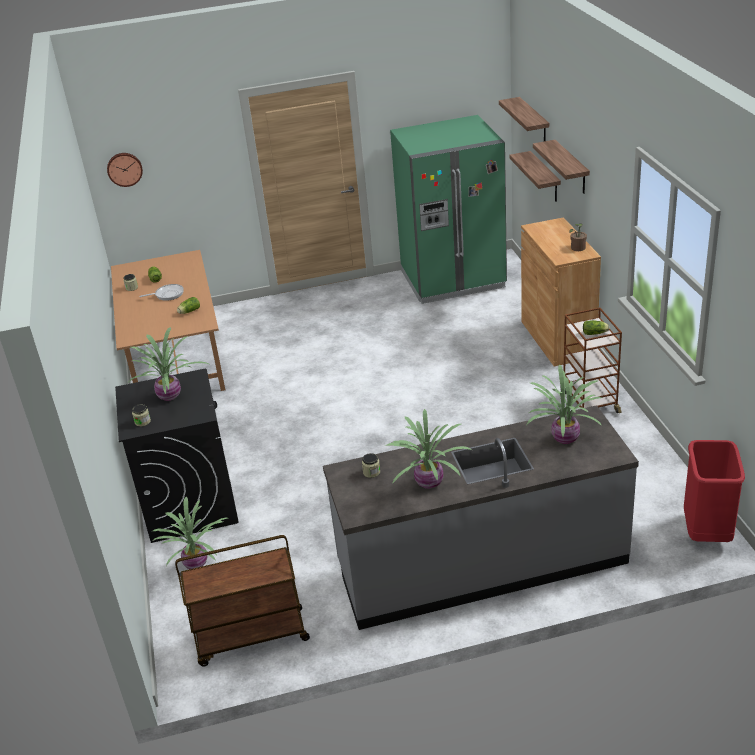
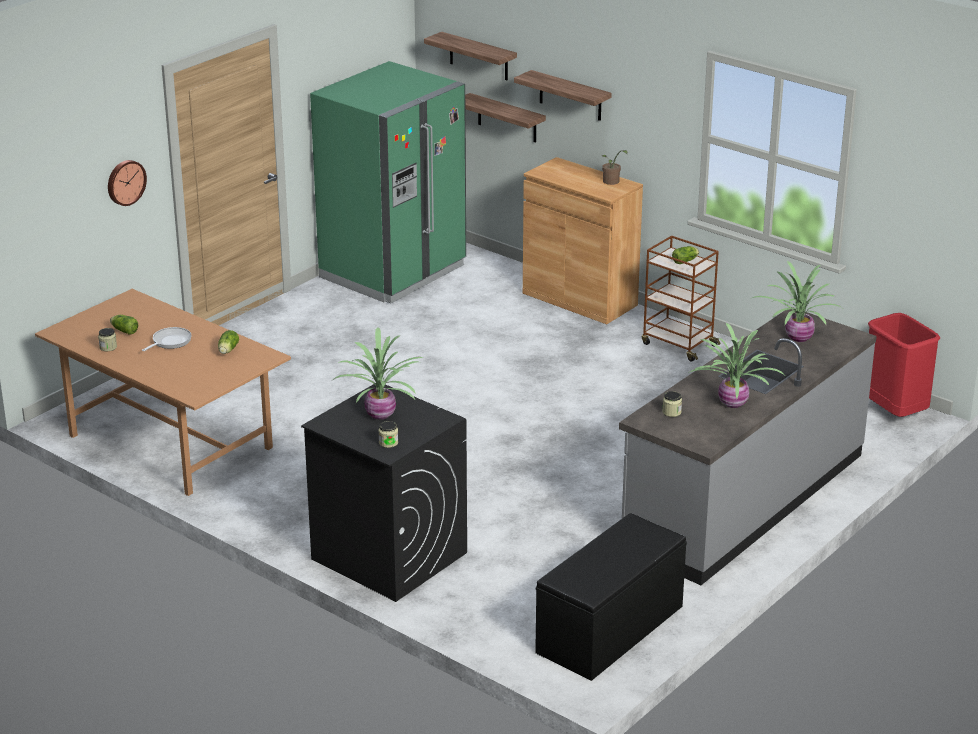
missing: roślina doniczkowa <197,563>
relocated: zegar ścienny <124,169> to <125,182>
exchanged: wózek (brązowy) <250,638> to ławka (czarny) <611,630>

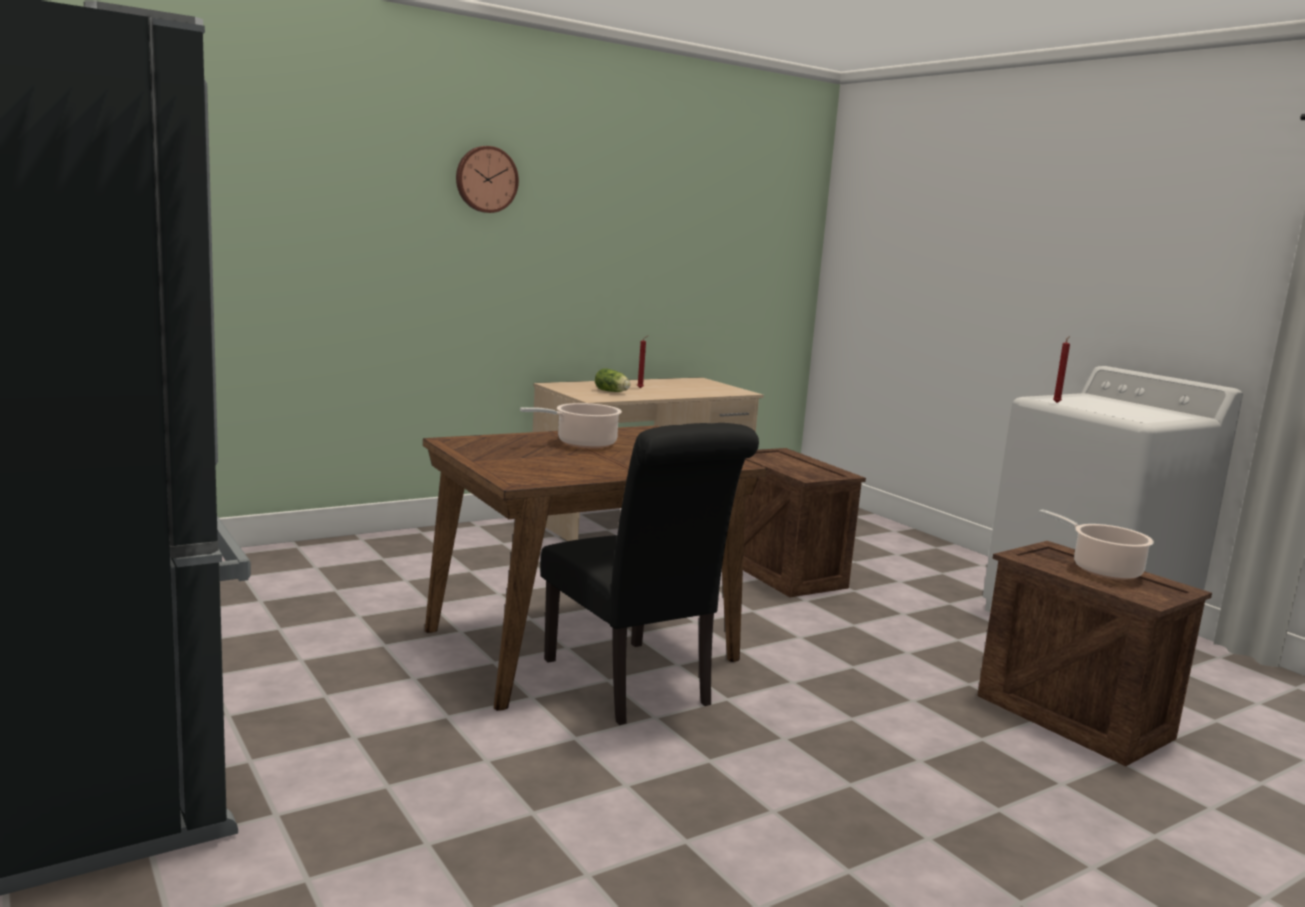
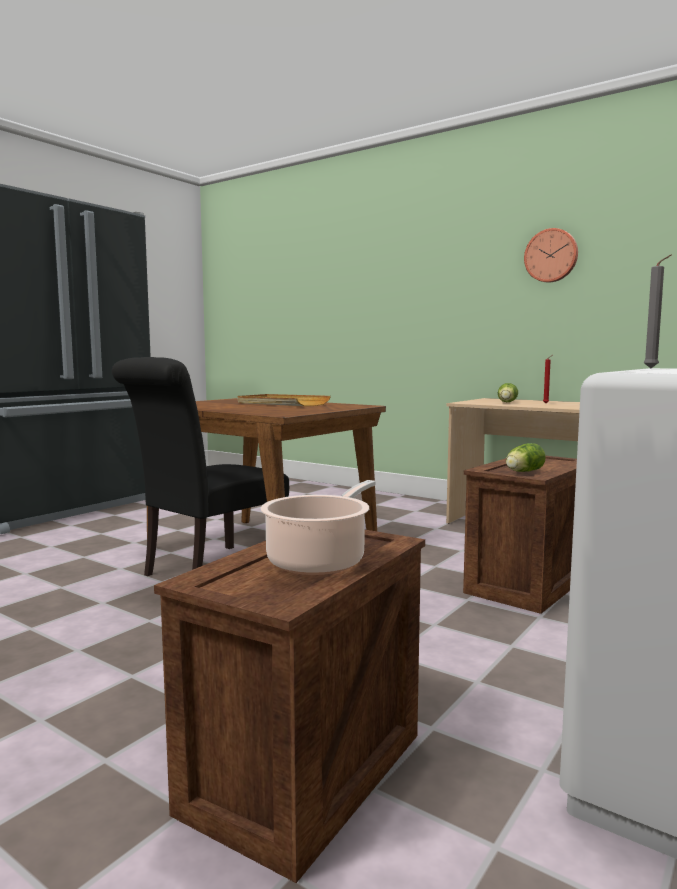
appeared: sałata <522,472>
relocated: zegar ścienny <486,179> to <551,256>
exchanged: garnek <582,443> to taca (beżowy) <282,403>
colour: świeca (czerwony) <1057,403> to świeca (szary) <653,368>

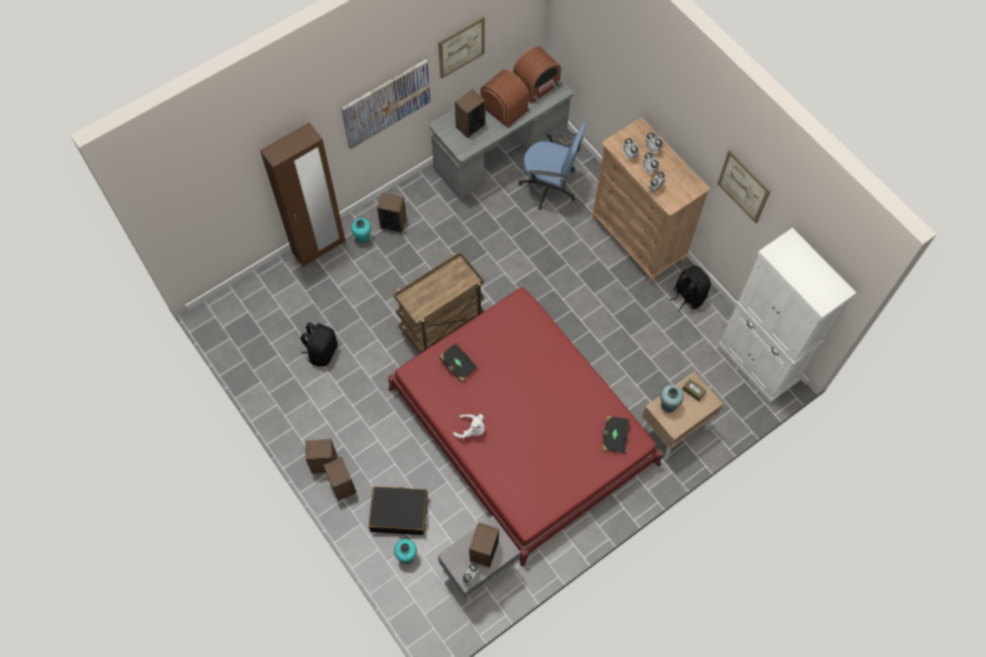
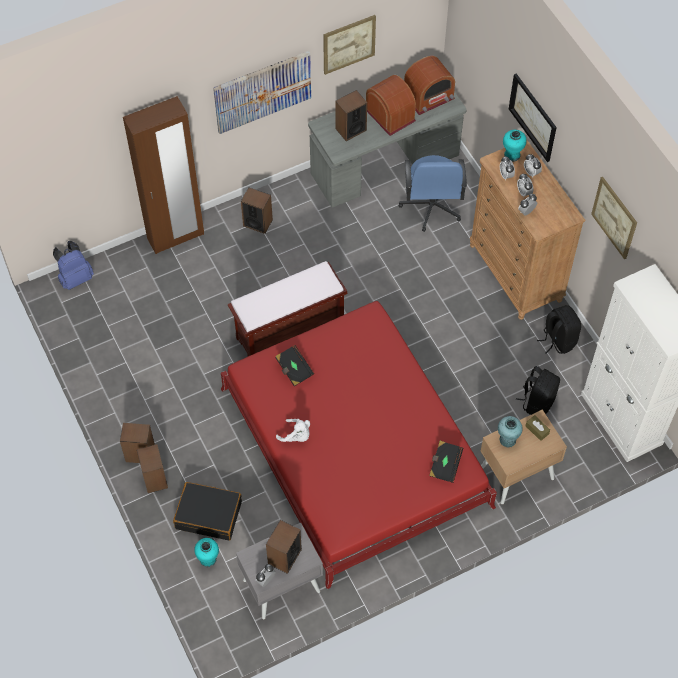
appeared: plecak (niebieski) <75,278>; obraz <533,117>
relocated: wazon (turkusowy) <363,238> to <512,155>; plecak (czarny) <322,352> to <537,402>
exchanged: wózek (brązowy) <442,325> to ławka (brązowy) <289,333>
spun: krzesło biurowe (niebieski) <550,186> = <431,207> 60 degrees clockwise

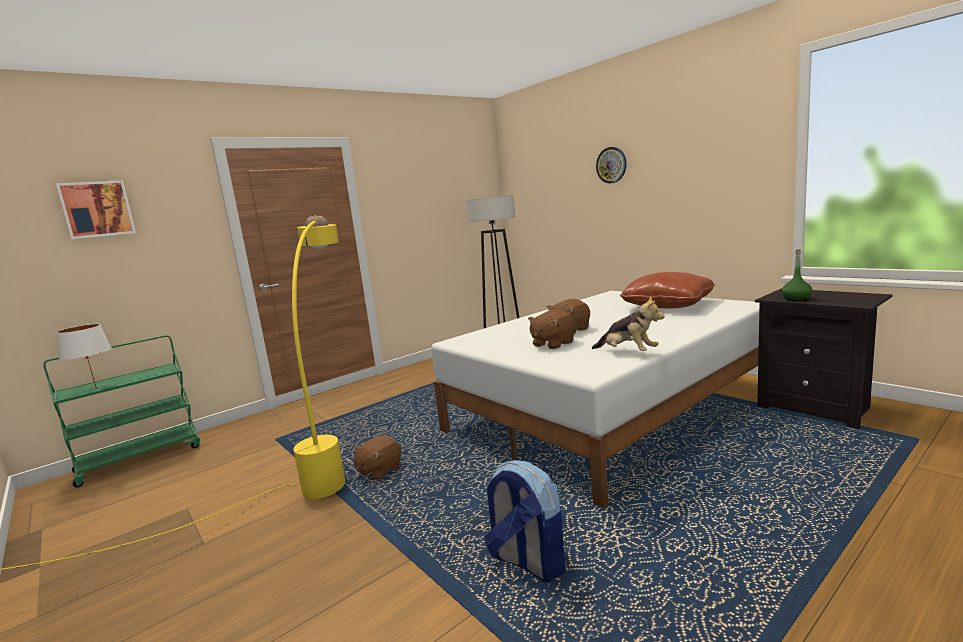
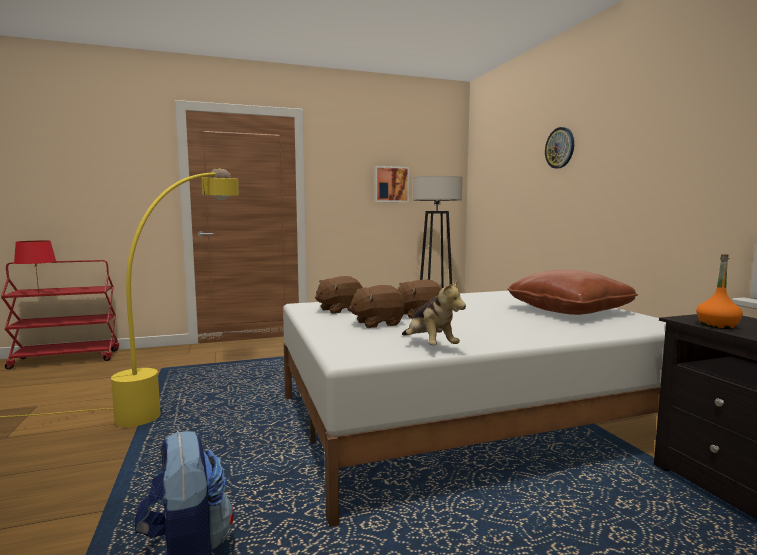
relocated: pluszak (brązowy) <379,471> to <339,310>; obraz <97,209> to <391,184>
colour: wózek (zielony) <140,458> to wózek (czerwony) <67,359>; lampa stołowa (biały) <96,389> to lampa stołowa (czerwony) <38,293>; butelka (zielony) <796,299> to butelka (pomarańczowy) <717,325>

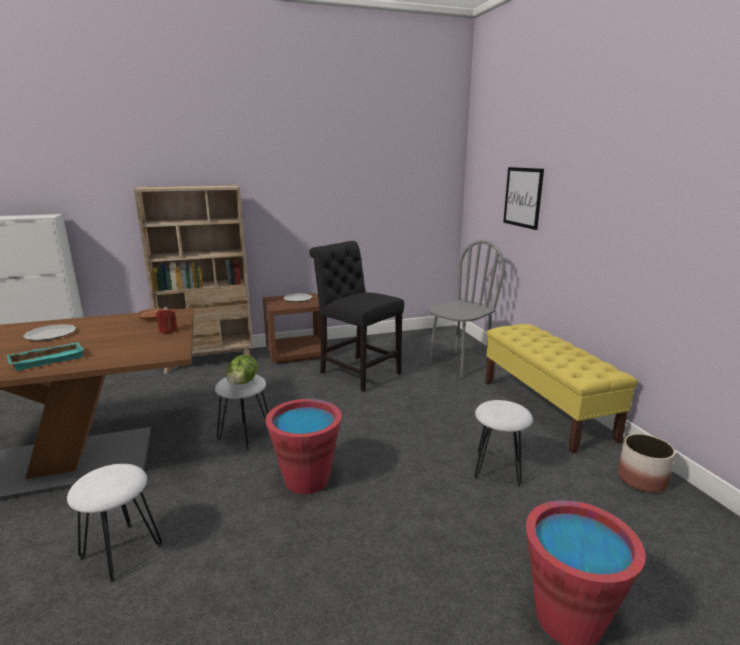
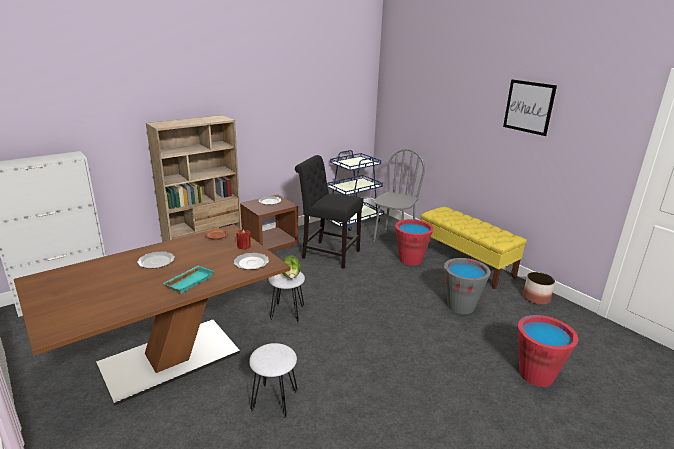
appeared: talerz <251,263>; wózek (niebieski) <353,221>
relocated: wiadro (czerwony) <307,480> to <410,260>; obraz <523,197> to <528,107>
exchanged: stołek (biały) <498,469> to wiadro (szary) <461,306>

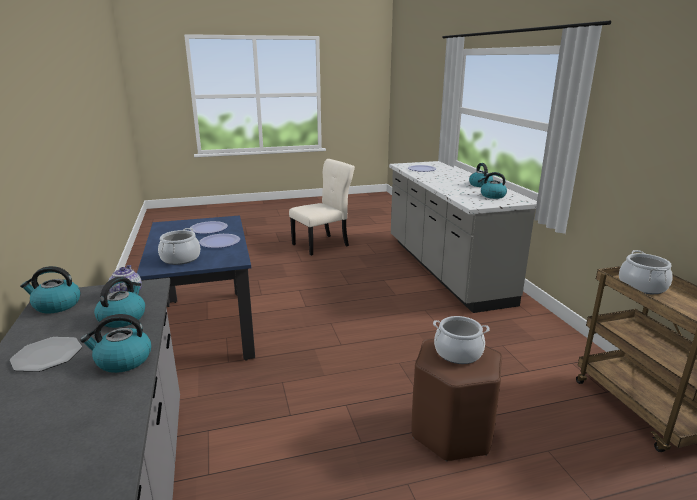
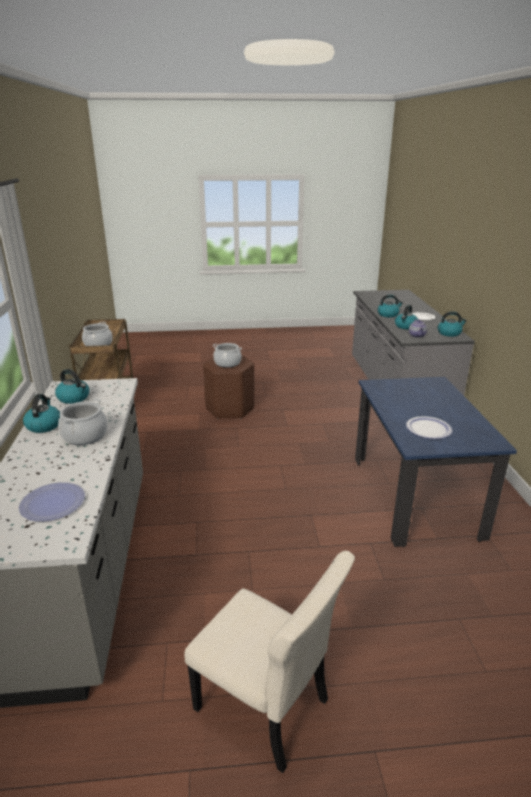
missing: talerz <220,242>
relocated: garnek <181,259> to <84,435>
spun: krzesło (beżowy) <322,245> = <266,708> 120 degrees counterclockwise

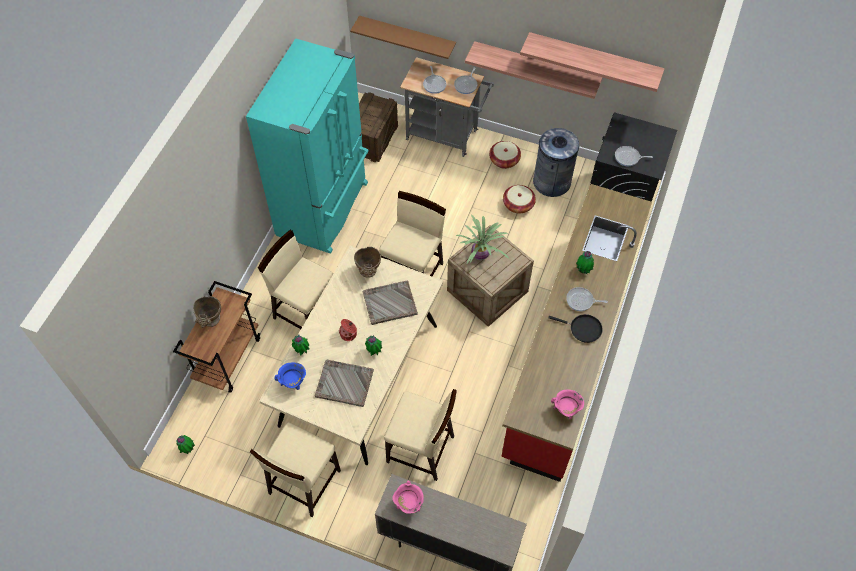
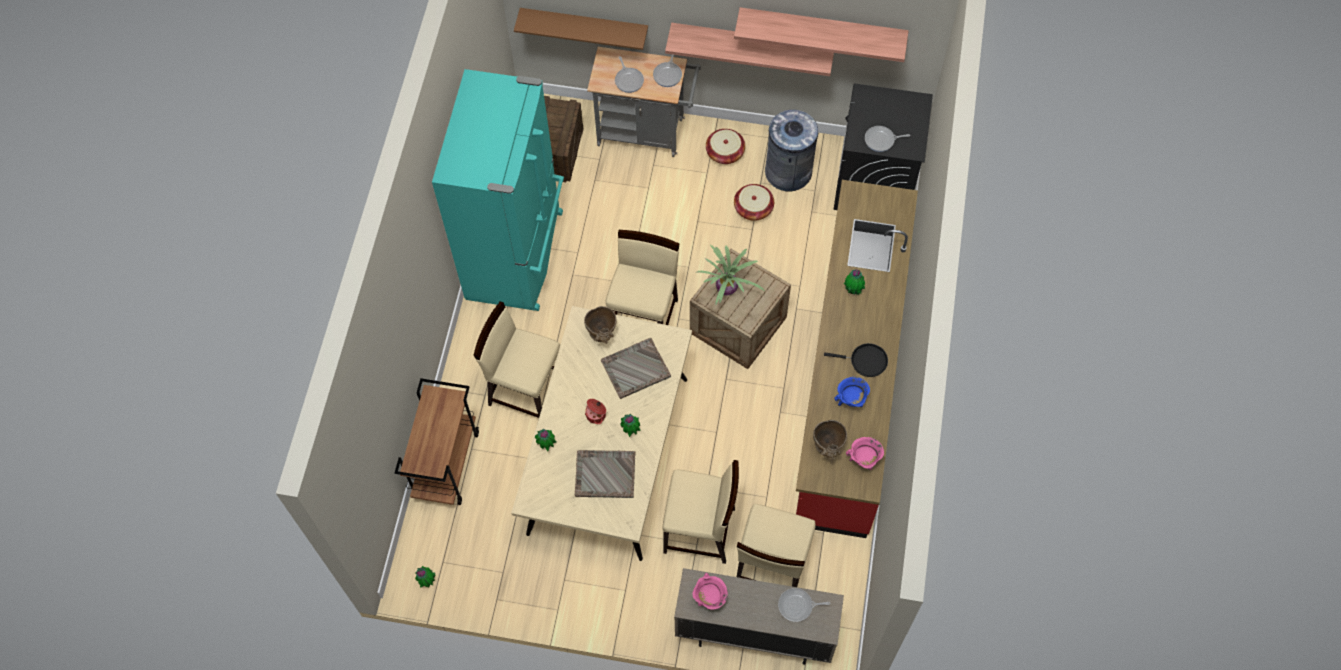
relocated: krzesło (beżowy) <303,482> to <771,567>; patelnia <581,301> to <797,606>; wazon (beżowy) <211,321> to <827,448>; garnek (niebieski) <293,382> to <851,400>

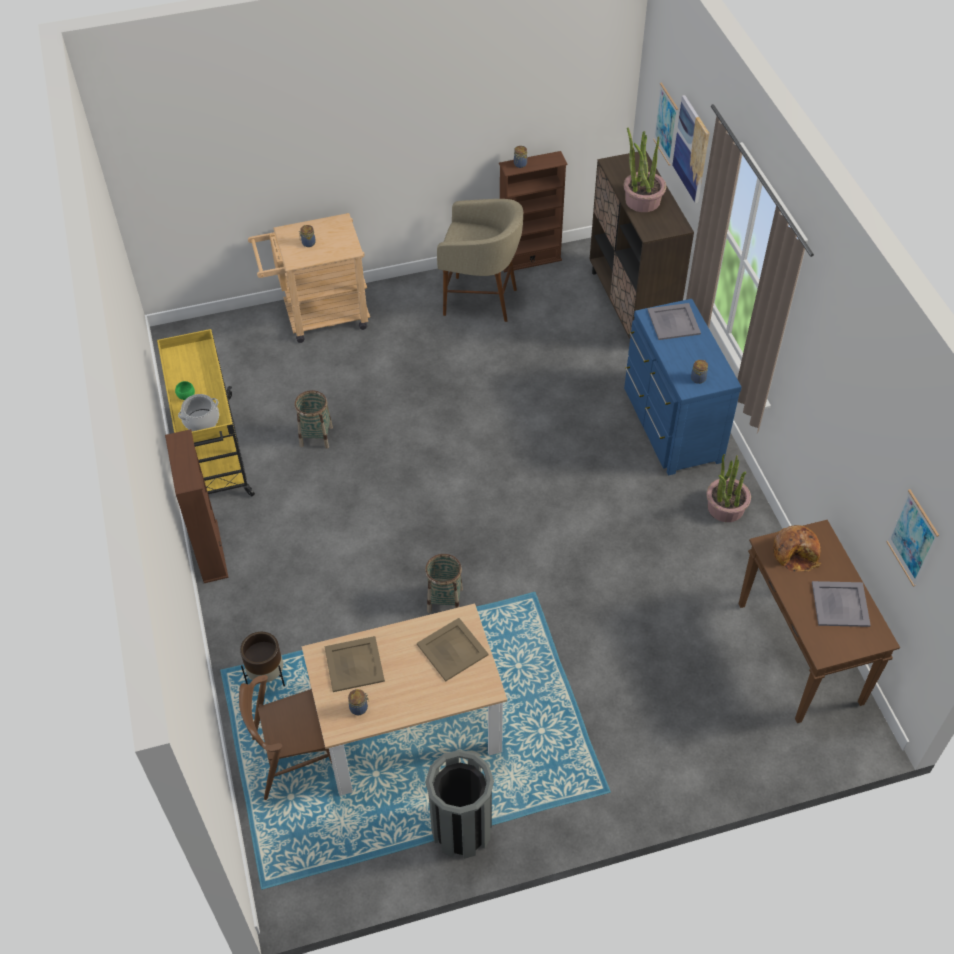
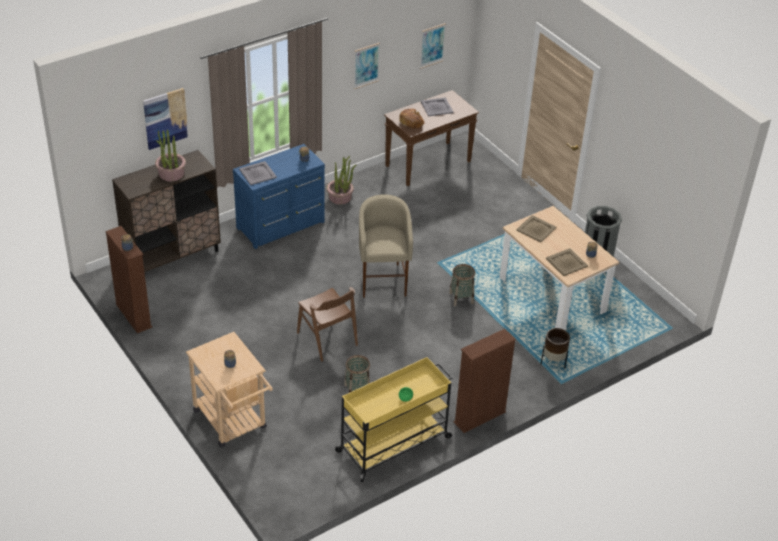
missing: garnek <201,420>
relocated: krzesło (brązowy) <296,758> to <327,339>; obraz <666,124> to <366,65>; stołek (beżowy) <481,301> to <382,280>

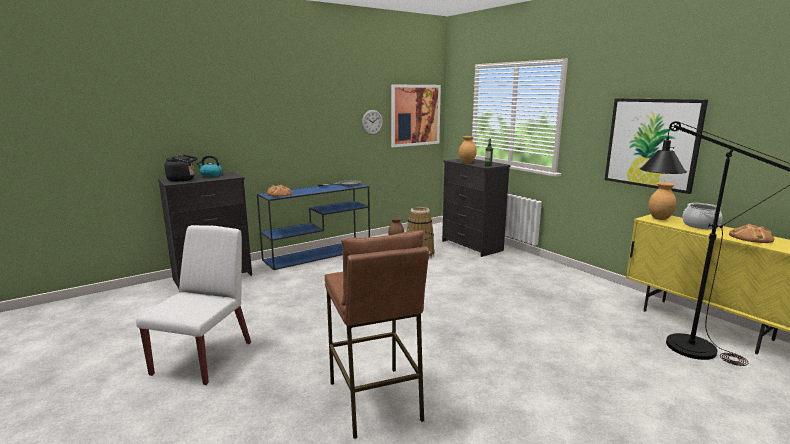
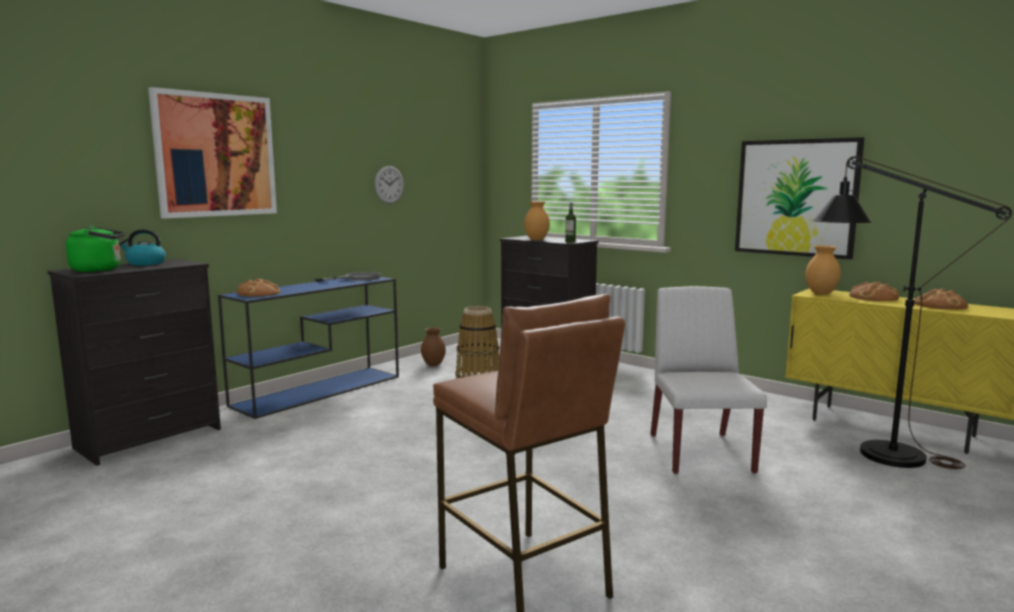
relocated: obraz <415,115> to <216,155>; krzesło (biały) <204,357> to <699,452>
exchanged: garnek <700,225> to chleb <873,297>
colour: czajnik (czarny) <183,180> to czajnik (zielony) <100,270>

